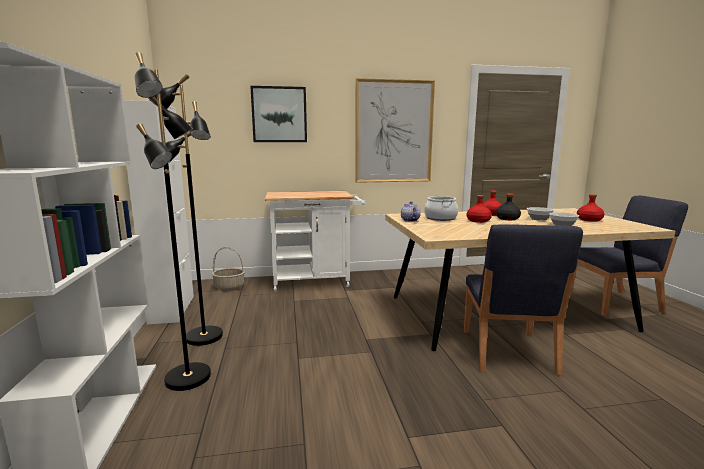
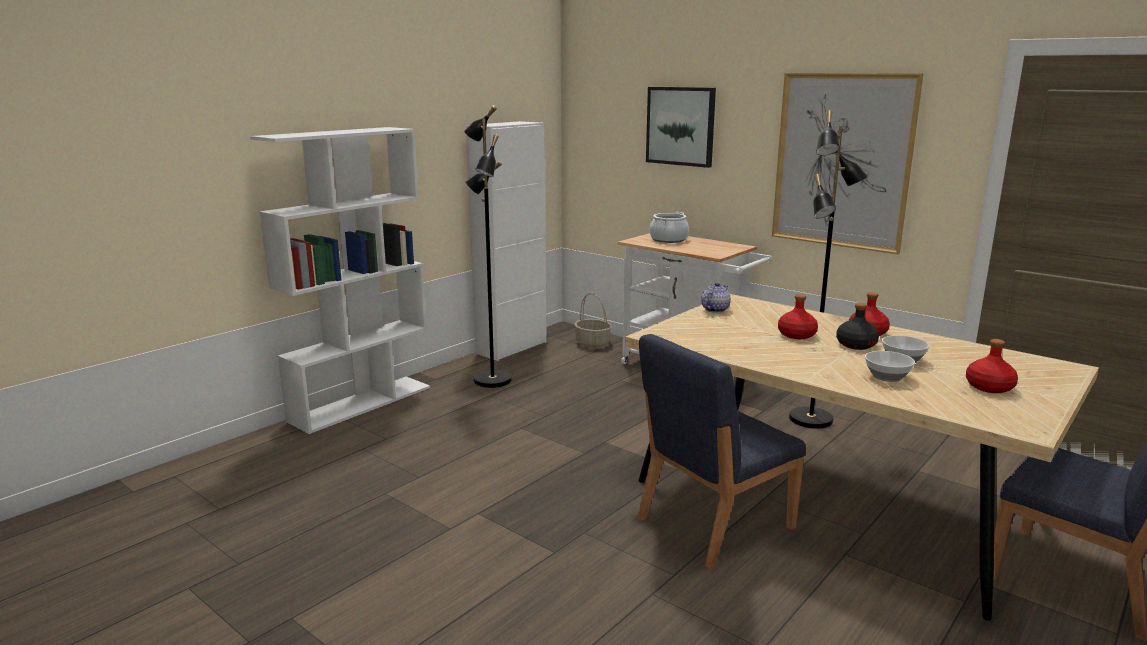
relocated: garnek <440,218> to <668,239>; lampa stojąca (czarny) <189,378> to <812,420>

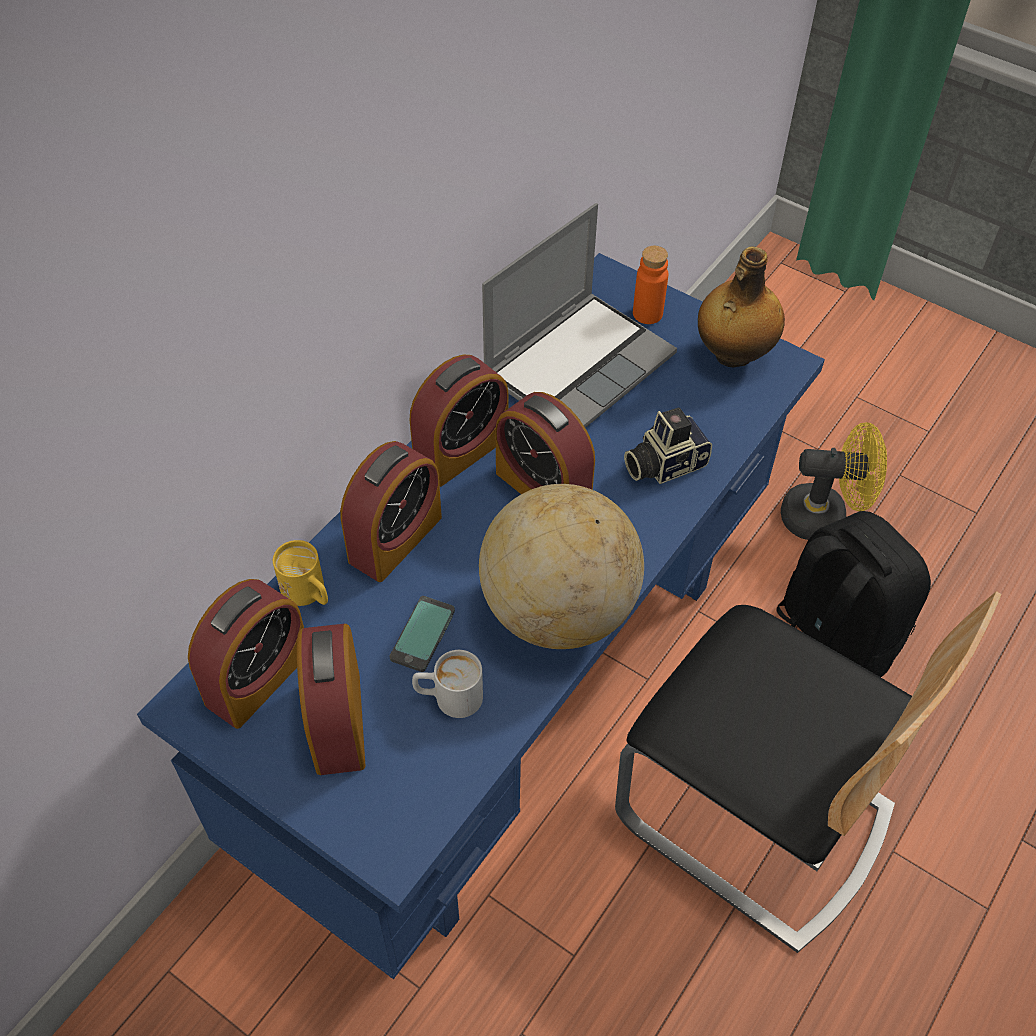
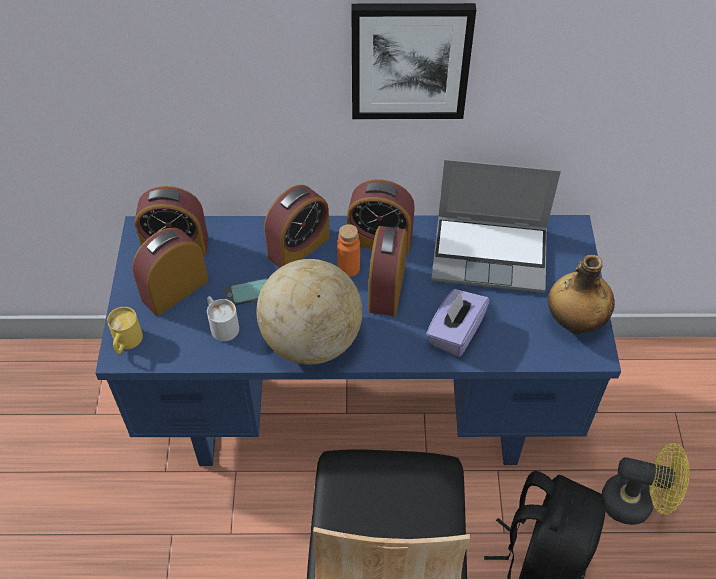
appeared: obraz <410,61>
relocated: kubek (żółty) <309,594> to <126,343>; butelka (pomarańczowy) <647,313> to <348,268>
exchanged: aparat fotograficzny <663,464> to pudełko chusteczek (fioletowy) <455,333>
spun: budzik <395,539> = <299,247> 45 degrees counterclockwise; wentylator (żółty) <824,517> = <636,503> 45 degrees counterclockwise

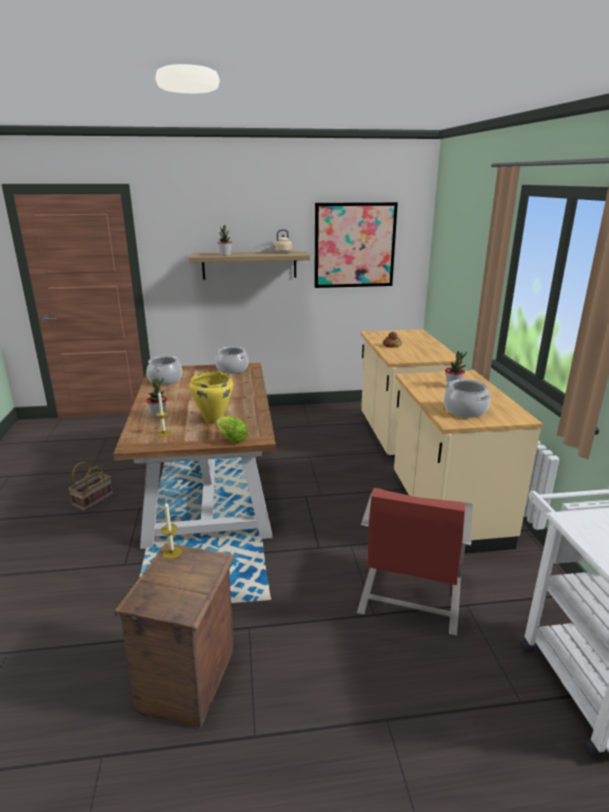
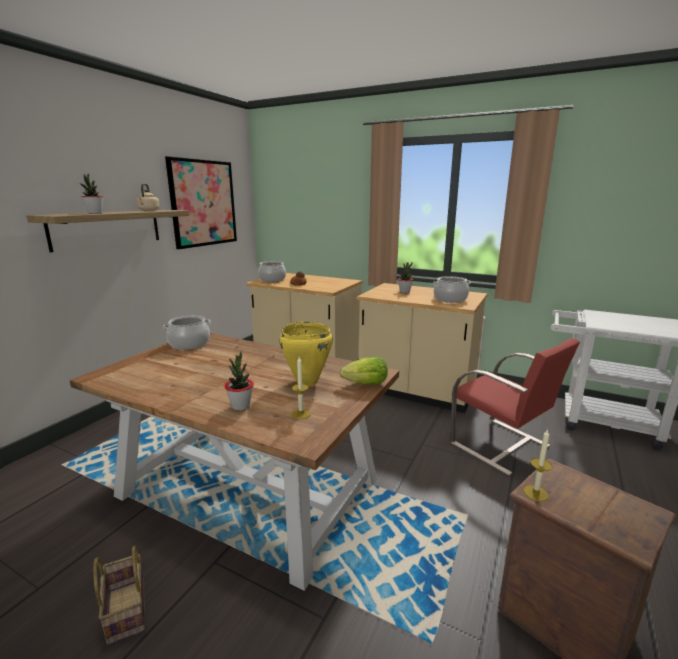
relocated: garnek <165,380> to <272,280>

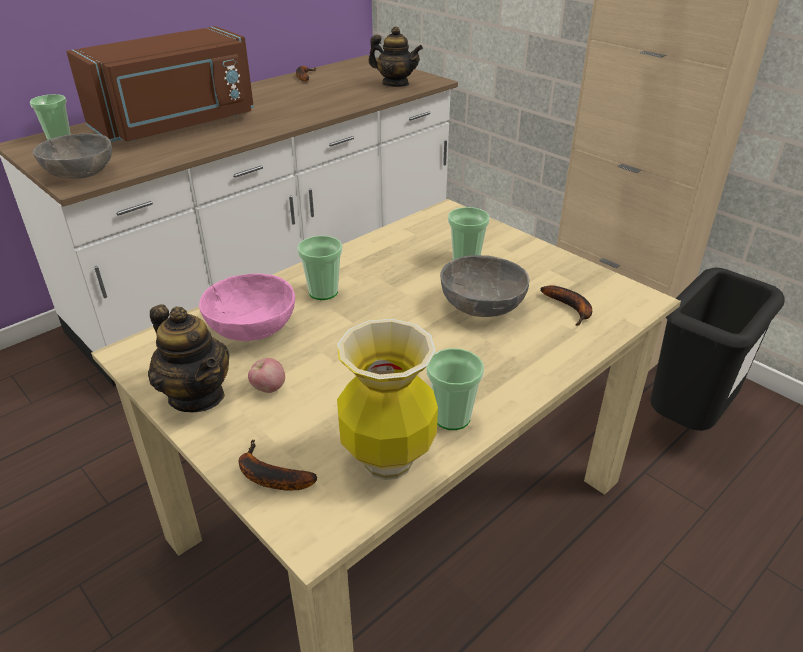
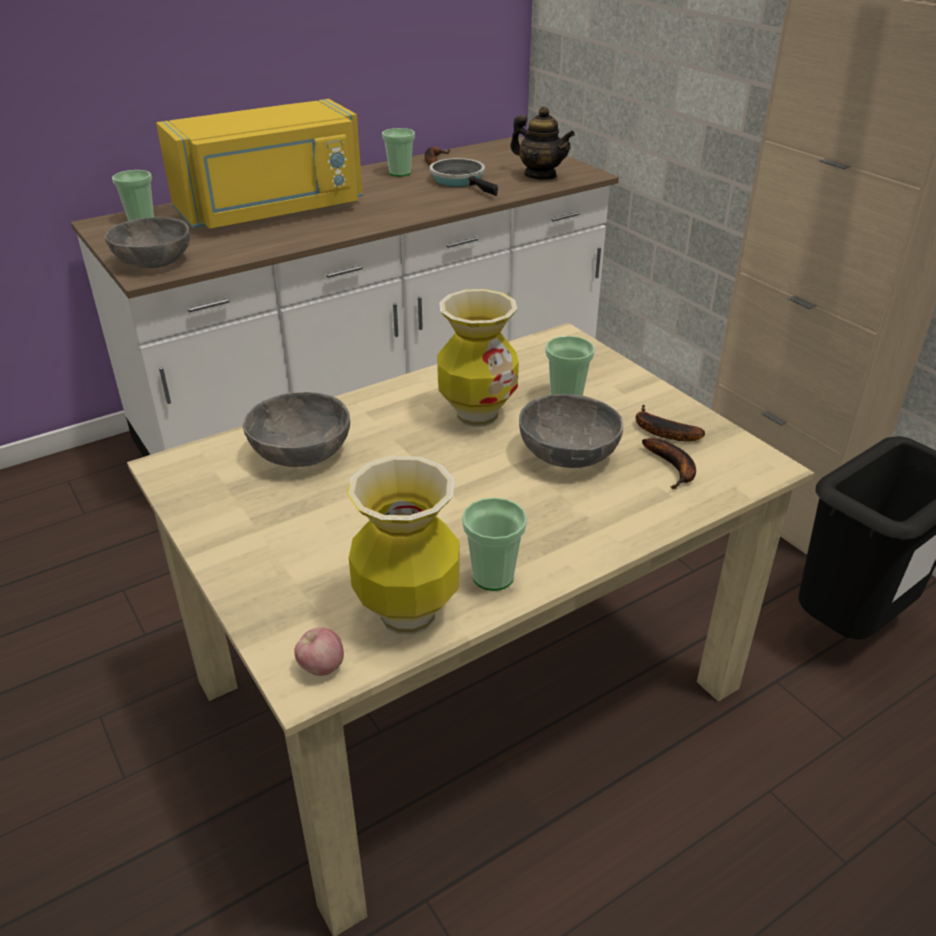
missing: imbryk <197,395>
appeared: patelnia <460,181>; wazon <477,415>
relocated: jabłko <268,388> to <321,667>; filiżanka <323,292> to <400,173>; banan <268,476> to <660,431>
colour: mikrofalówka (brązowy) <177,124> to mikrofalówka (żółty) <272,211>; miska (różowy) <251,328> to miska (szary) <300,453>

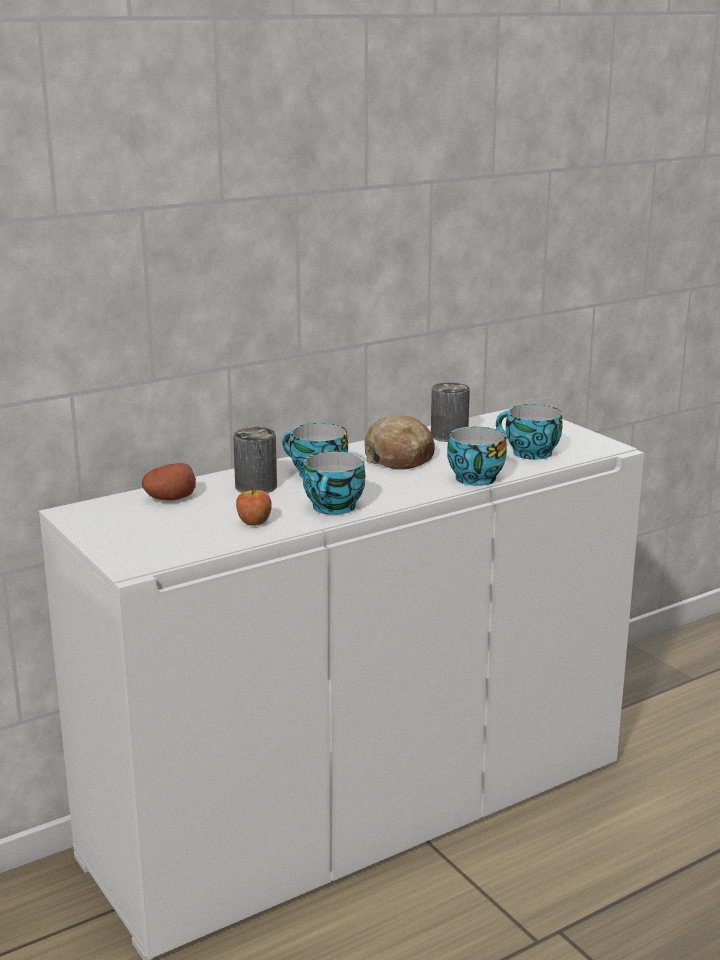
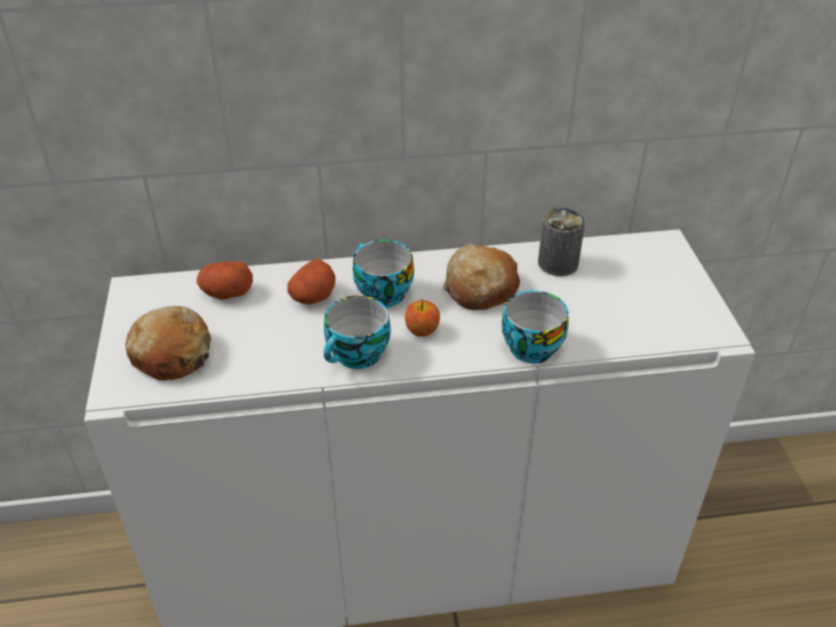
missing: filiżanka <529,453>
appeared: chleb <172,354>
relocated: jabłko <254,522> to <422,330>
exchanged: puszka <256,486> to ziemniak <313,296>

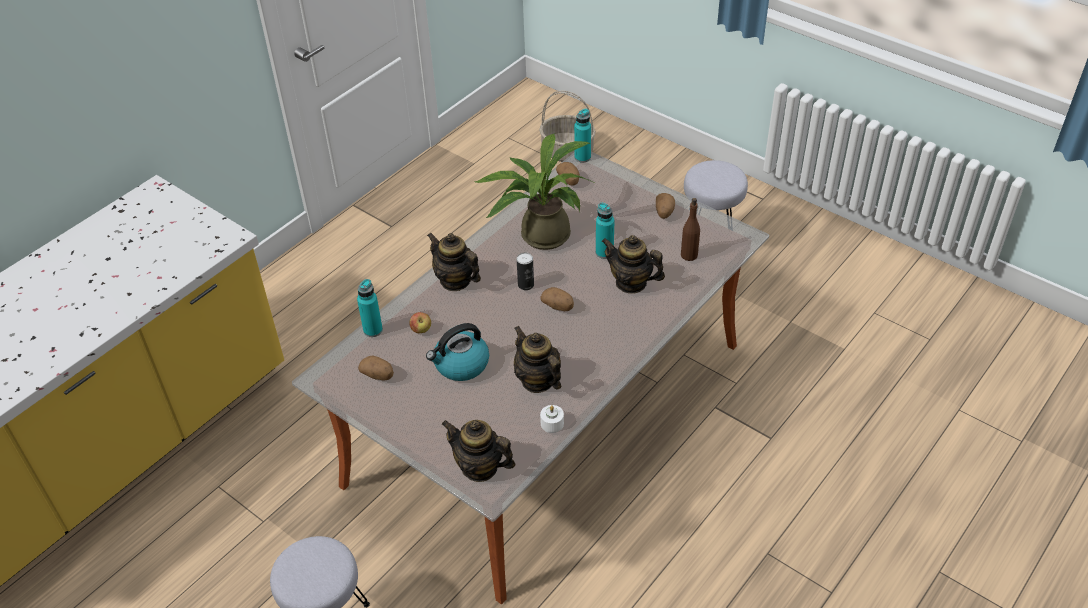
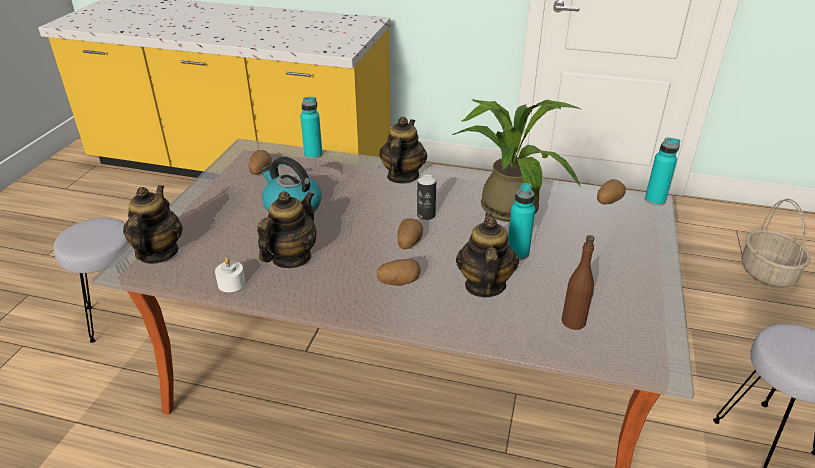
missing: jabłko <421,330>
relocated: ziemniak <664,212> to <399,282>

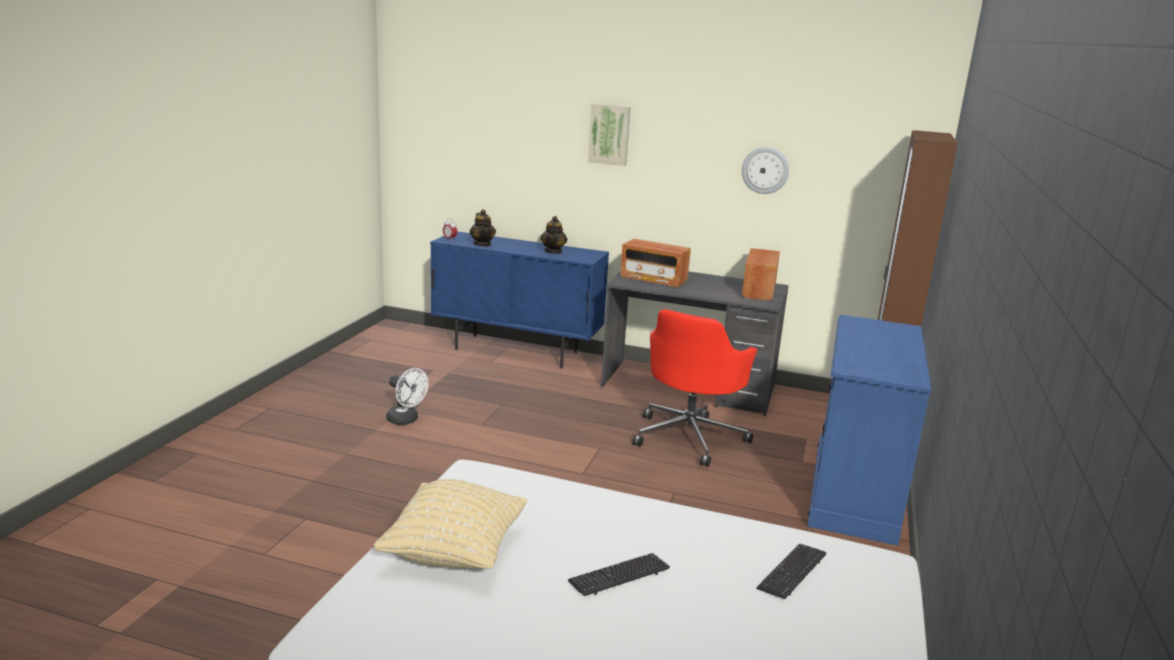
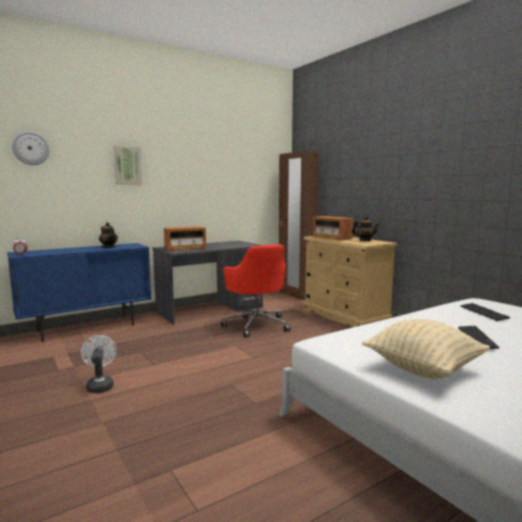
relocated: zegar ścienny <765,170> to <31,148>; radio <758,290> to <332,238>; imbryk <482,244> to <365,240>
colour: komoda (niebieski) <853,492> to komoda (beżowy) <344,316>
spun: wentylator (biały) <406,420> = <100,385> 90 degrees counterclockwise

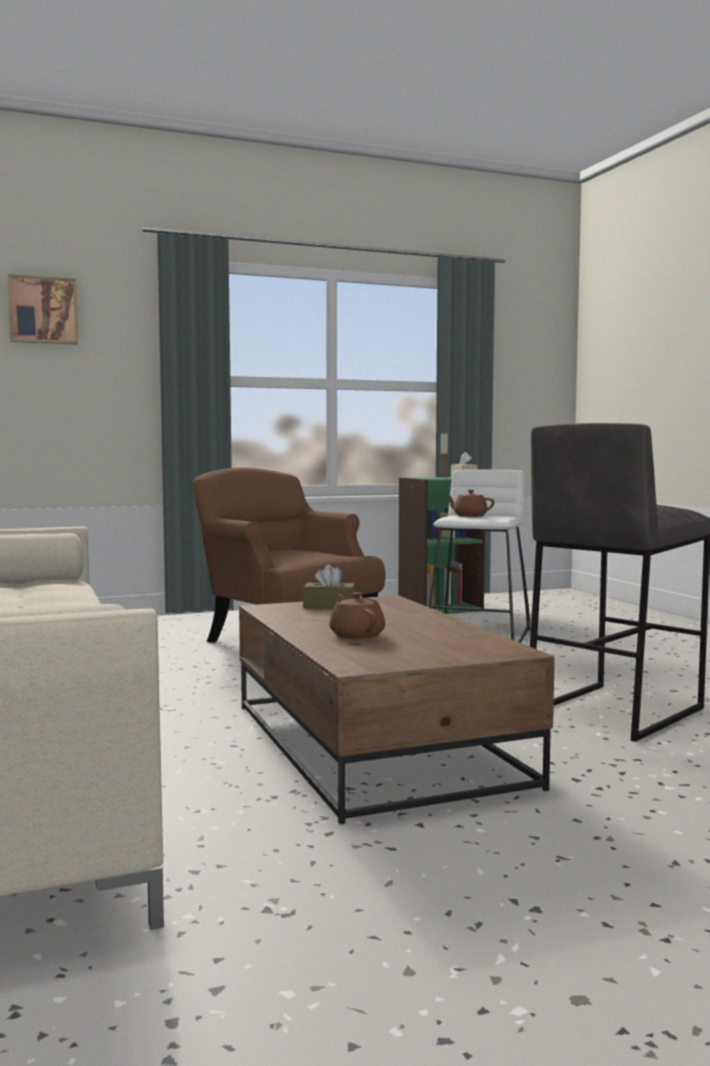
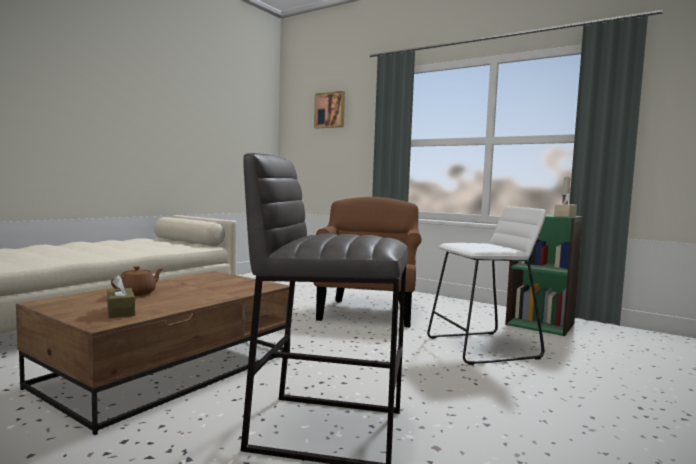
missing: imbryk (brązowy) <469,516>
relocated: pudełko chusteczek (brązowy) <329,606> to <120,311>

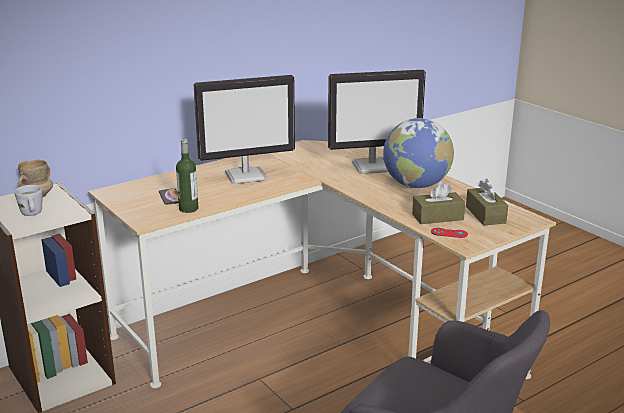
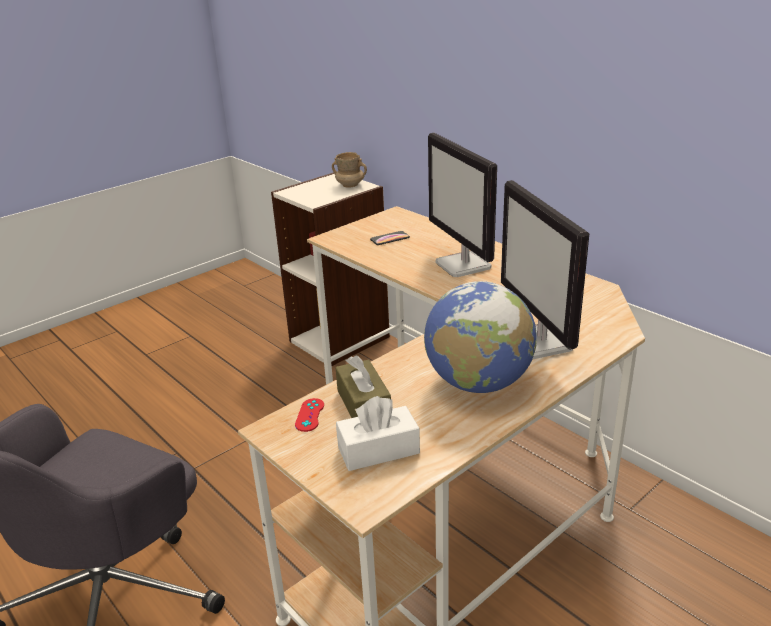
missing: kubek (biały) <32,214>; butelka <188,209>
colour: pudełko chusteczek (brązowy) <485,215> to pudełko chusteczek (biały) <378,450>

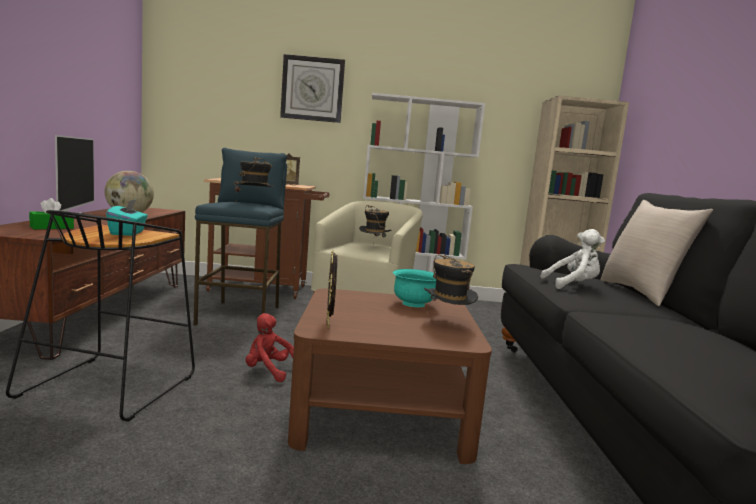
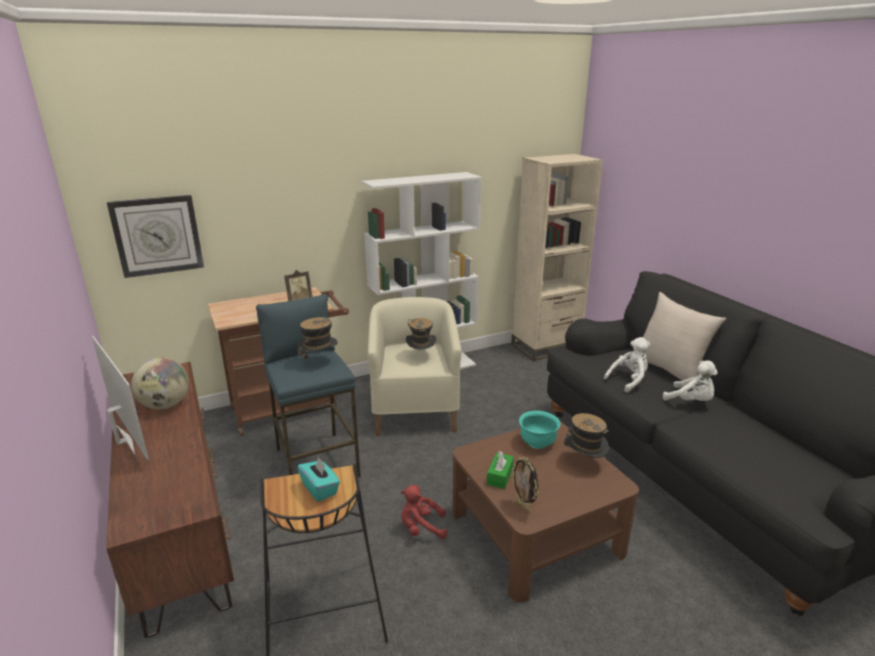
appeared: pluszak (biały) <691,401>
relocated: zegar ścienny <312,89> to <157,235>; pudełko chusteczek (zielony) <52,227> to <500,476>

